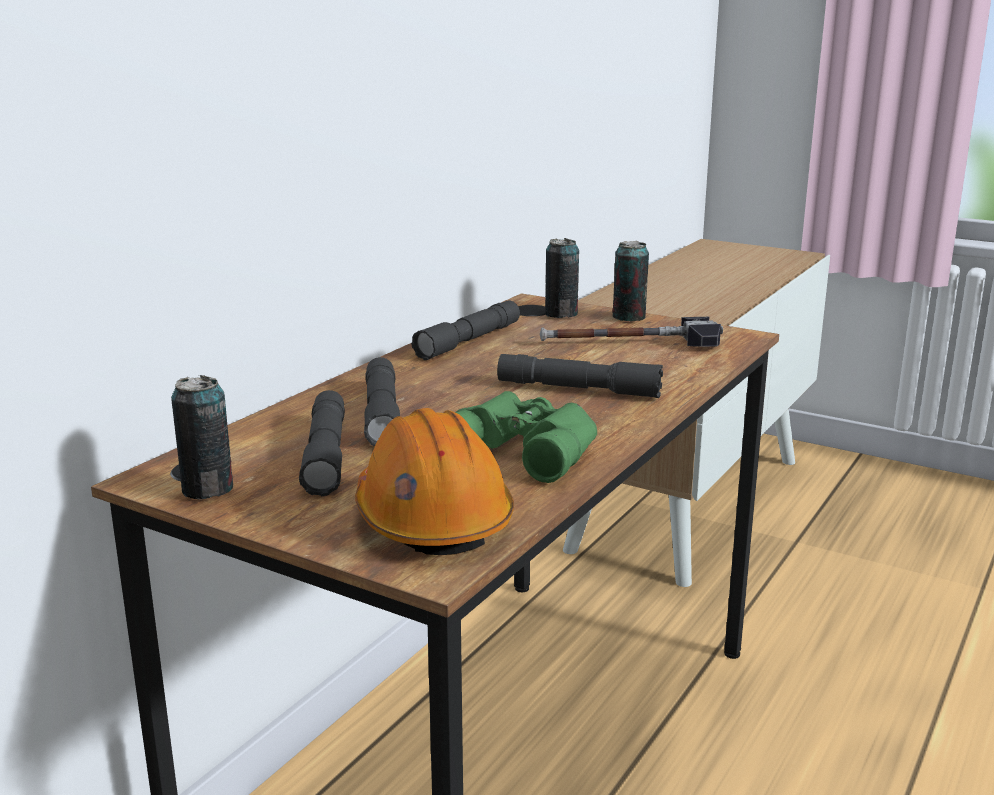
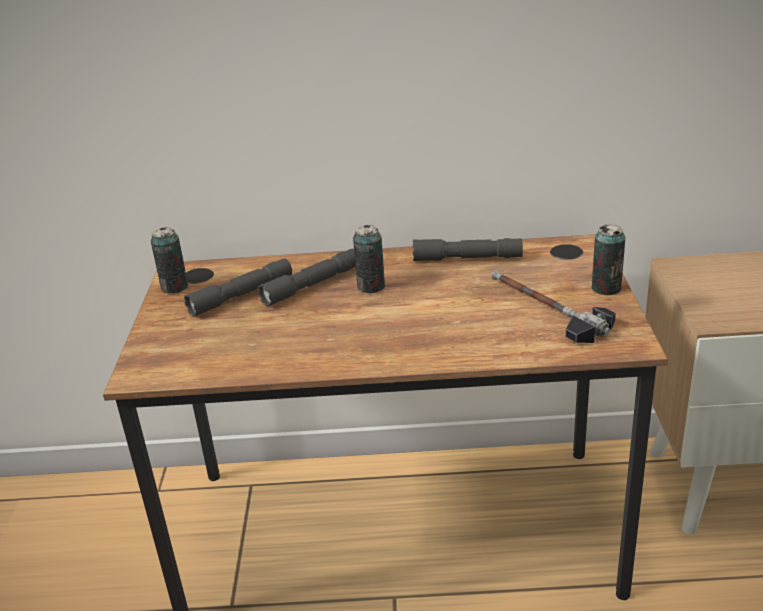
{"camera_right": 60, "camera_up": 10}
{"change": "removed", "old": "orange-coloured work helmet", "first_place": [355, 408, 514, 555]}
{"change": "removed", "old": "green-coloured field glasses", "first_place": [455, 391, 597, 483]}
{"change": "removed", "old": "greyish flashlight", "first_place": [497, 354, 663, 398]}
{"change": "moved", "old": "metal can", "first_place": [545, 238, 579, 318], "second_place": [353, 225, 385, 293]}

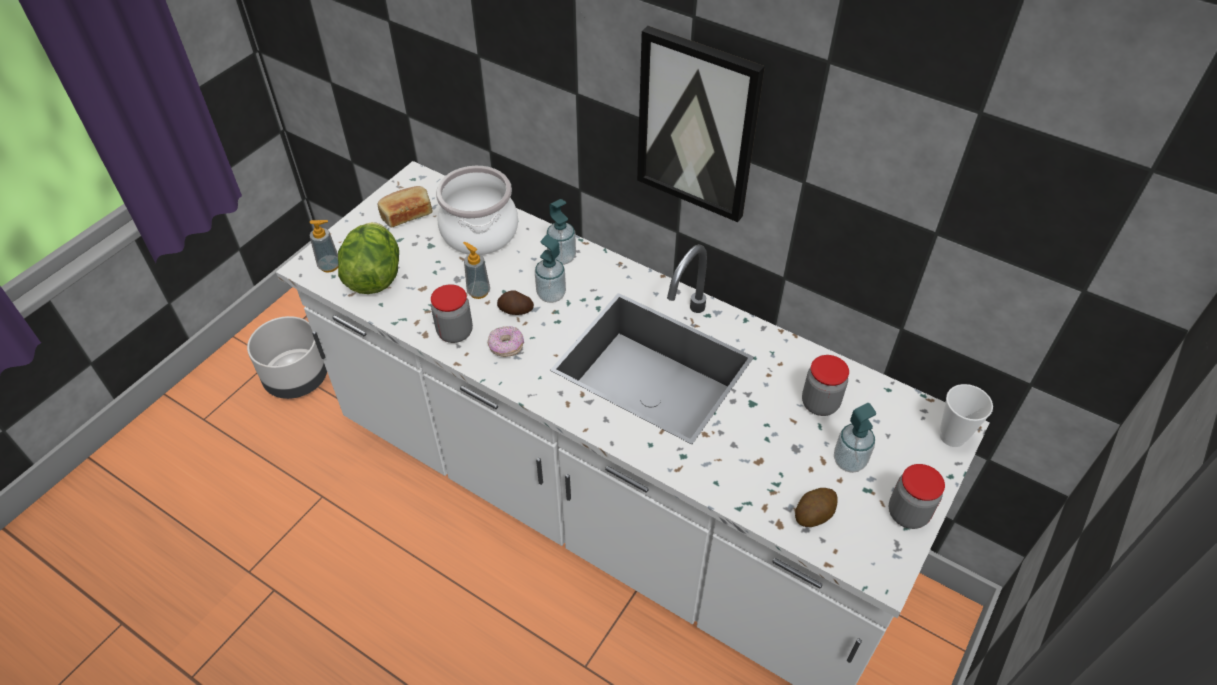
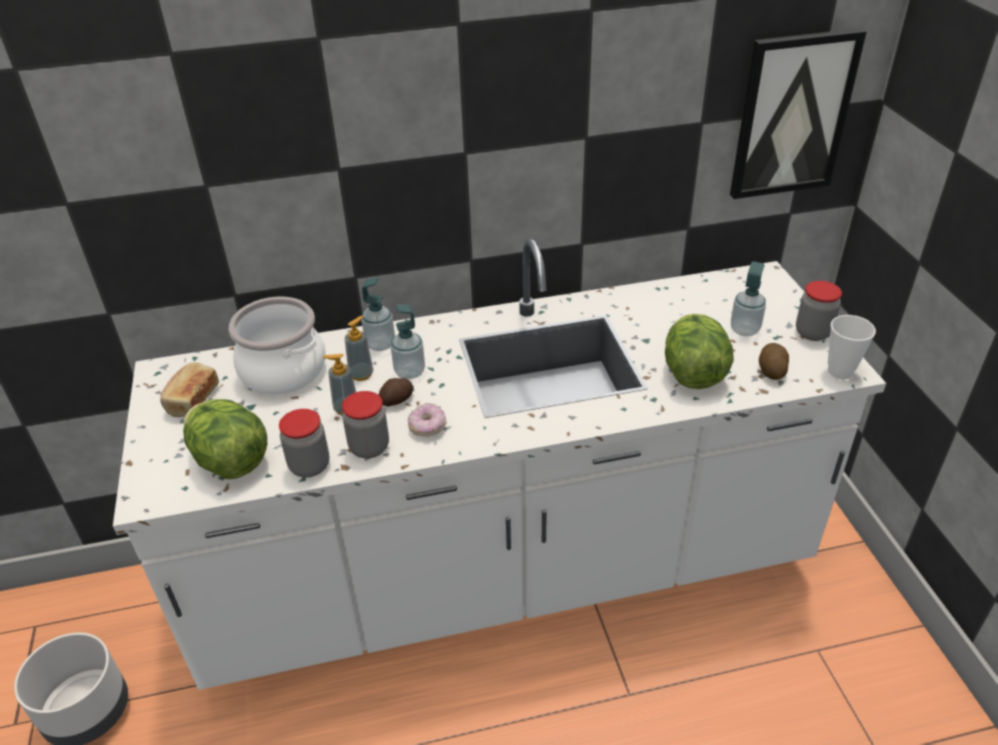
{"camera_right": -45, "camera_up": -10}
{"change": "moved", "old": "soap bottle", "first_place": [309, 220, 338, 273], "second_place": [345, 316, 374, 381]}
{"change": "moved", "old": "picture", "first_place": [637, 26, 765, 222], "second_place": [730, 28, 867, 199]}
{"change": "moved", "old": "jar", "first_place": [802, 355, 849, 416], "second_place": [279, 409, 330, 478]}
{"change": "moved", "old": "cup", "first_place": [940, 384, 993, 447], "second_place": [828, 315, 876, 380]}
{"change": "added", "new": "head of lettuce", "second_place": [665, 314, 734, 389]}

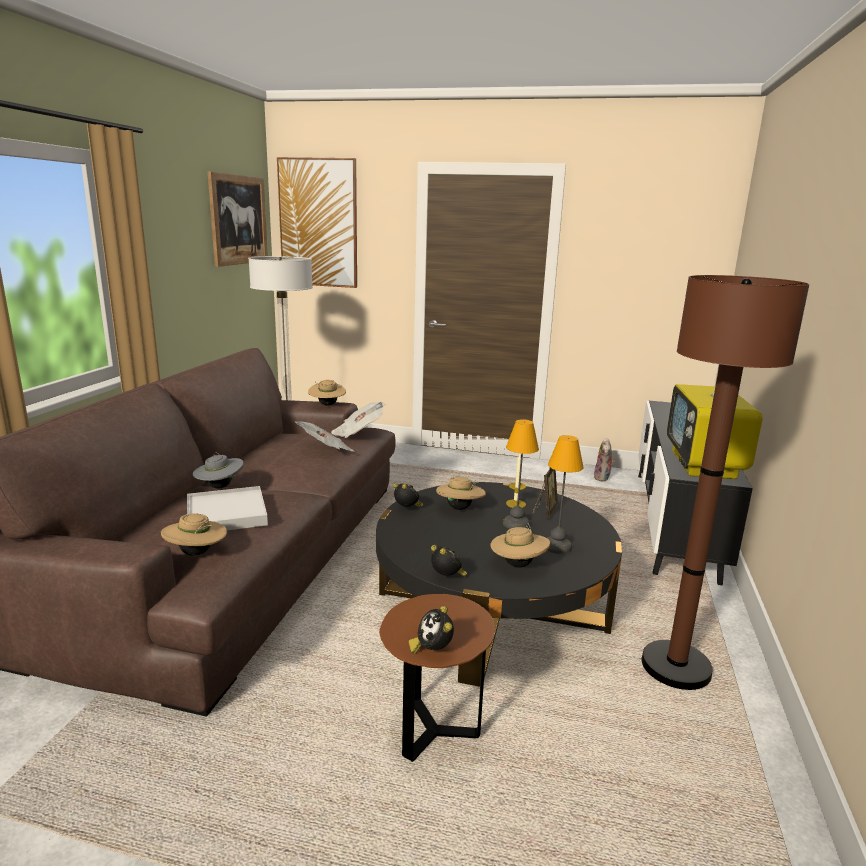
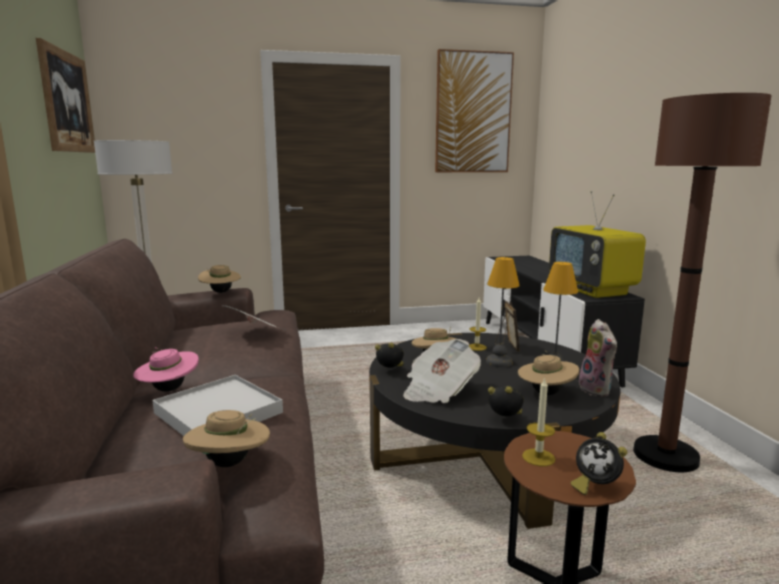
{"camera_right": -25, "camera_up": -5}
{"change": "recoloured", "old": "greyish hat", "new": "pink hat", "first_place": [193, 452, 244, 488], "second_place": [133, 347, 199, 392]}
{"change": "moved", "old": "picture", "first_place": [277, 157, 357, 288], "second_place": [435, 49, 514, 172]}
{"change": "moved", "old": "daily paper", "first_place": [331, 402, 385, 438], "second_place": [403, 339, 481, 403]}
{"change": "moved", "old": "plush toy", "first_place": [593, 438, 615, 482], "second_place": [579, 319, 617, 397]}
{"change": "added", "new": "wax candle", "second_place": [522, 377, 555, 466]}

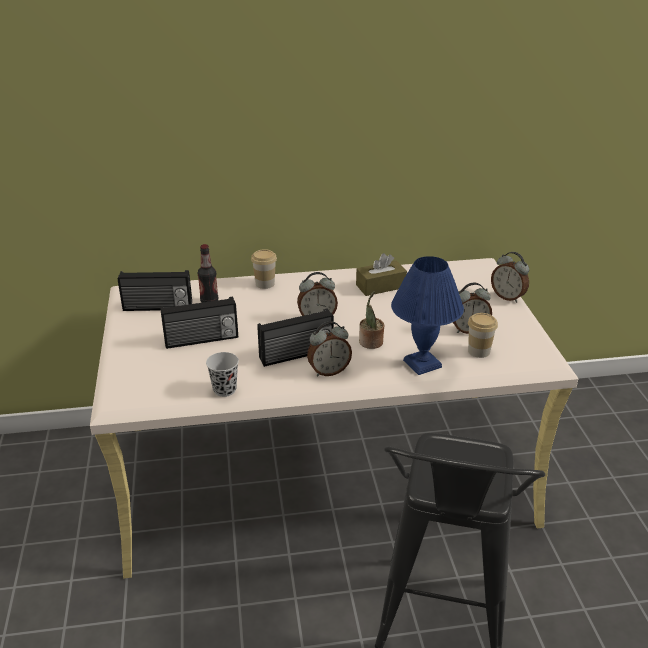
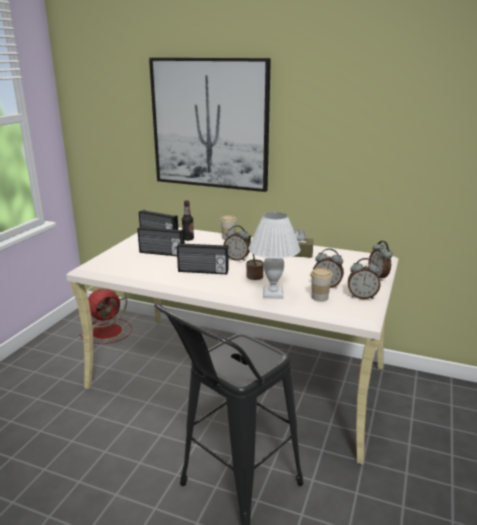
{"camera_right": 30, "camera_up": -10}
{"change": "removed", "old": "black-coloured cup", "first_place": [206, 352, 239, 397]}
{"change": "moved", "old": "table clock", "first_place": [307, 321, 352, 376], "second_place": [348, 258, 381, 299]}
{"change": "recoloured", "old": "blue lamp for a table", "new": "white lamp for a table", "first_place": [391, 256, 464, 375], "second_place": [249, 212, 300, 299]}
{"change": "added", "new": "red electric fan", "second_place": [79, 286, 132, 344]}
{"change": "added", "new": "picture", "second_place": [149, 58, 271, 192]}

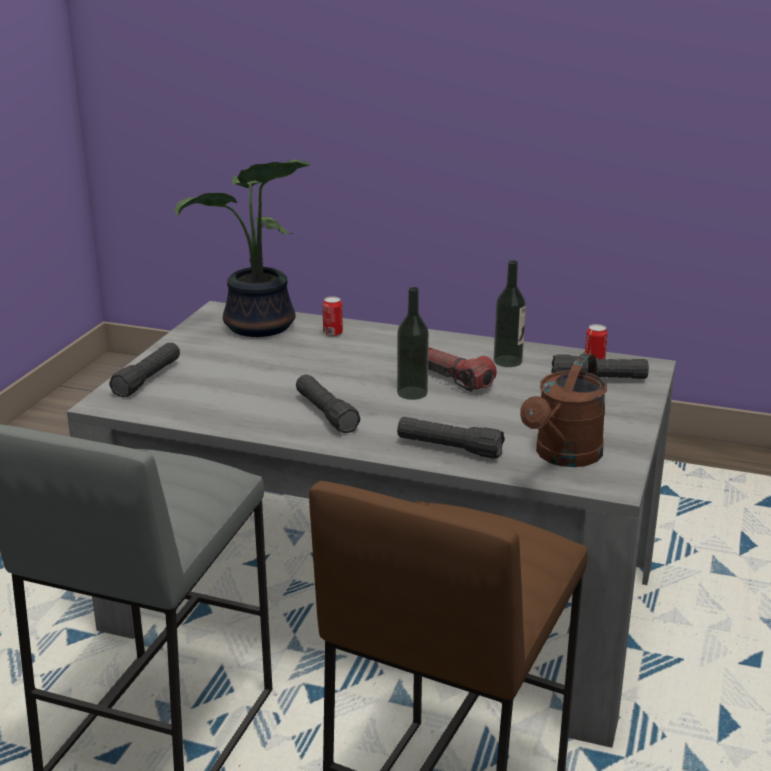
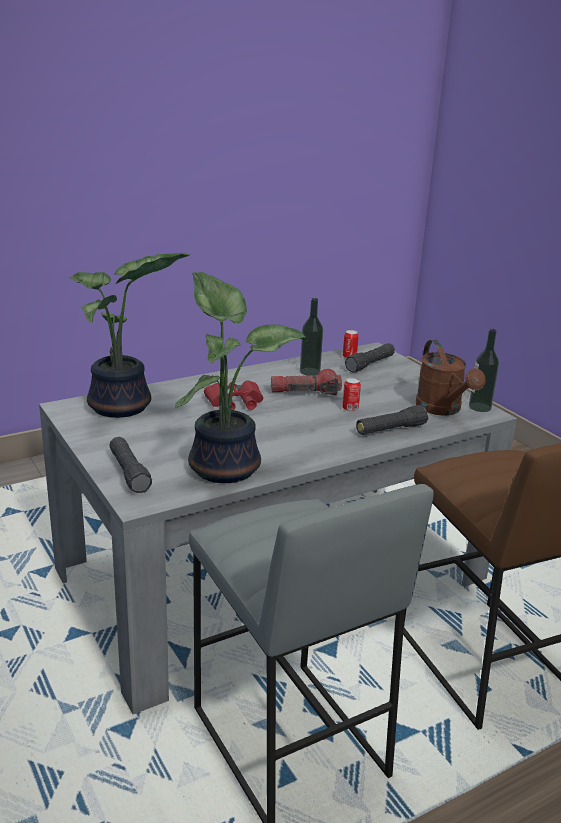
{"camera_right": -50, "camera_up": 0}
{"change": "removed", "old": "black-coloured flashlight", "first_place": [296, 374, 360, 433]}
{"change": "moved", "old": "metal can", "first_place": [323, 296, 343, 337], "second_place": [342, 378, 361, 411]}
{"change": "moved", "old": "beverage bottle", "first_place": [397, 287, 429, 400], "second_place": [469, 329, 499, 412]}
{"change": "added", "new": "potted plant", "second_place": [175, 272, 309, 483]}
{"change": "added", "new": "red field glasses", "second_place": [204, 380, 263, 410]}

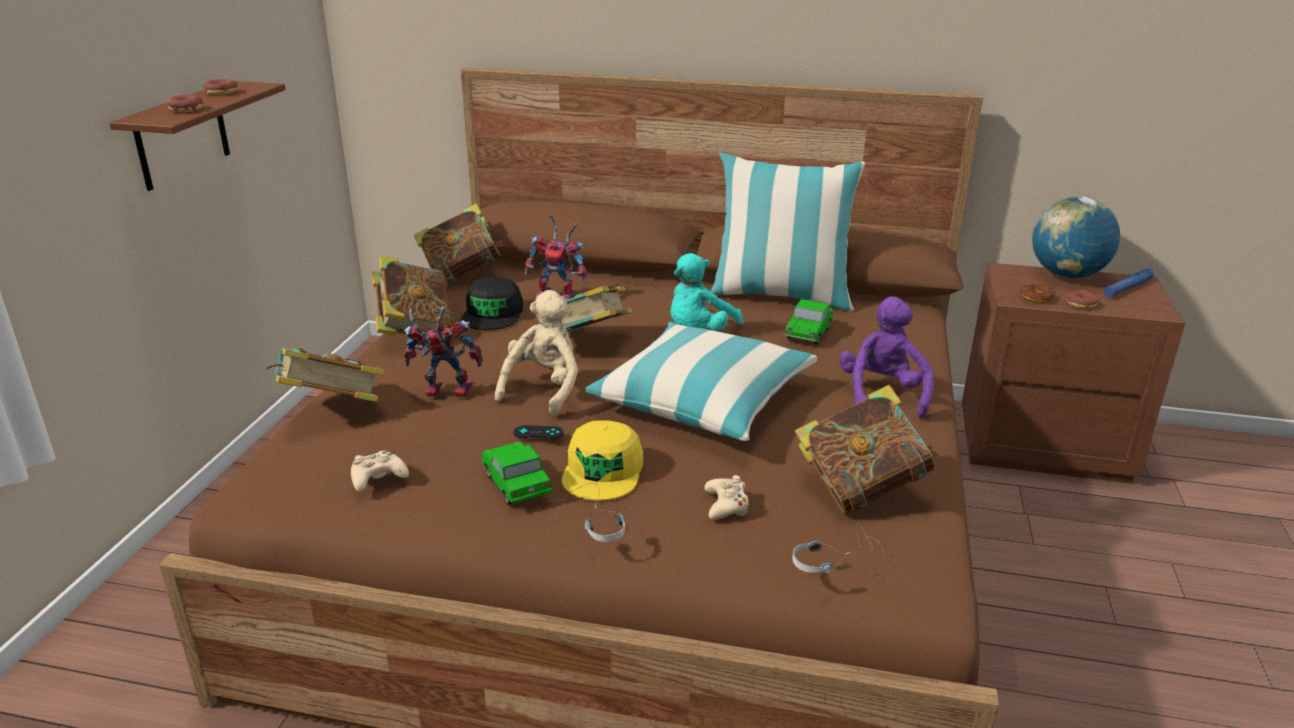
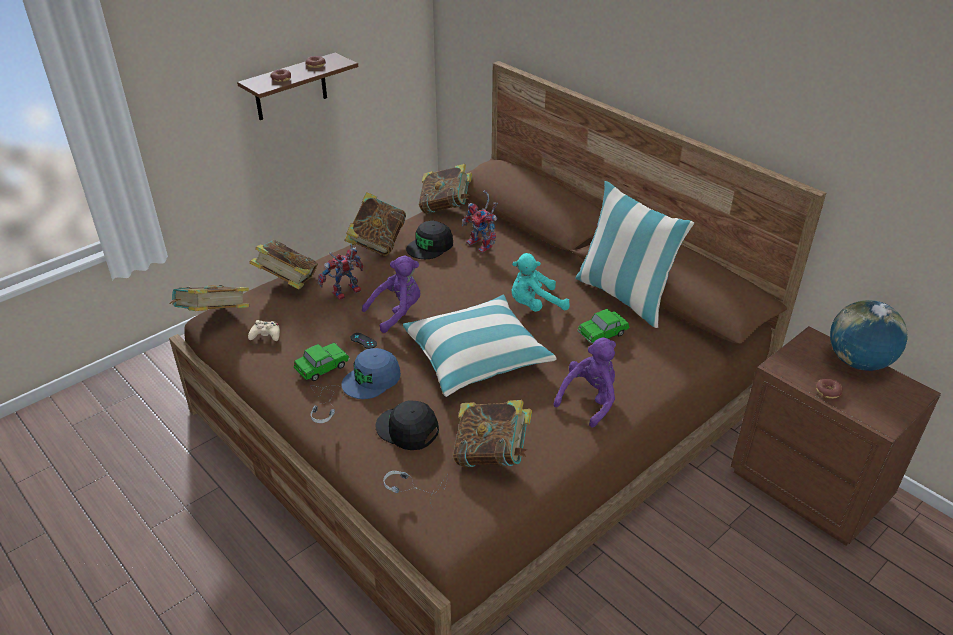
{"camera_right": 35, "camera_up": 10}
{"change": "turned", "old": "model robot", "first_place": [404, 307, 483, 397], "second_place": [318, 243, 363, 300], "degrees": -75}
{"change": "turned", "old": "model car", "first_place": [482, 442, 552, 505], "second_place": [294, 343, 349, 381], "degrees": 45}
{"change": "recoloured", "old": "beige plush toy", "new": "purplish plush toy", "first_place": [495, 290, 578, 415], "second_place": [362, 255, 421, 333]}
{"change": "moved", "old": "bound book", "first_place": [539, 286, 632, 332], "second_place": [169, 285, 249, 311]}
{"change": "recoloured", "old": "yellow-coloured peaked cap", "new": "blue peaked cap", "first_place": [562, 420, 643, 501], "second_place": [341, 348, 401, 399]}
{"change": "replaced", "old": "beige gamepad", "new": "black-coloured peaked cap", "first_place": [704, 475, 749, 520], "second_place": [375, 401, 439, 450]}
{"change": "removed", "old": "doughnut", "first_place": [1020, 284, 1055, 303]}
{"change": "removed", "old": "blue flashlight", "first_place": [1103, 268, 1154, 298]}

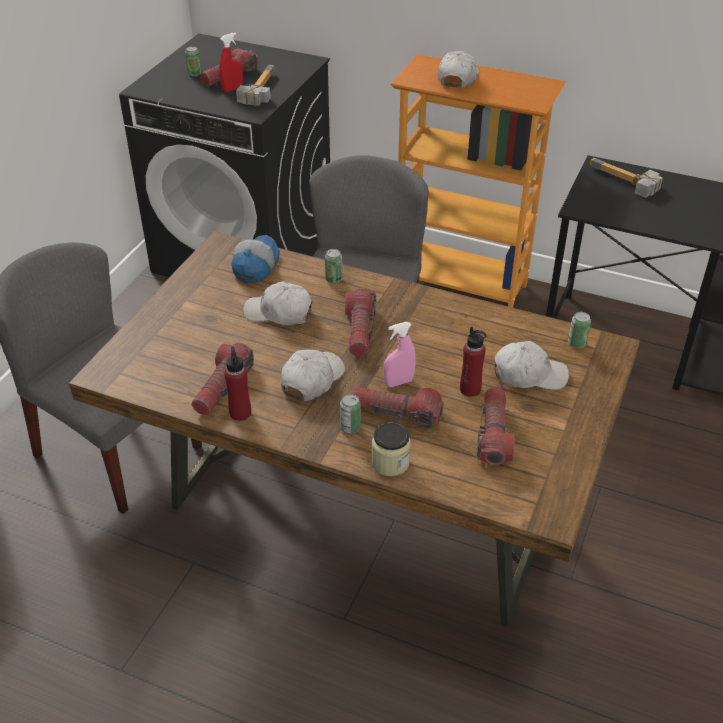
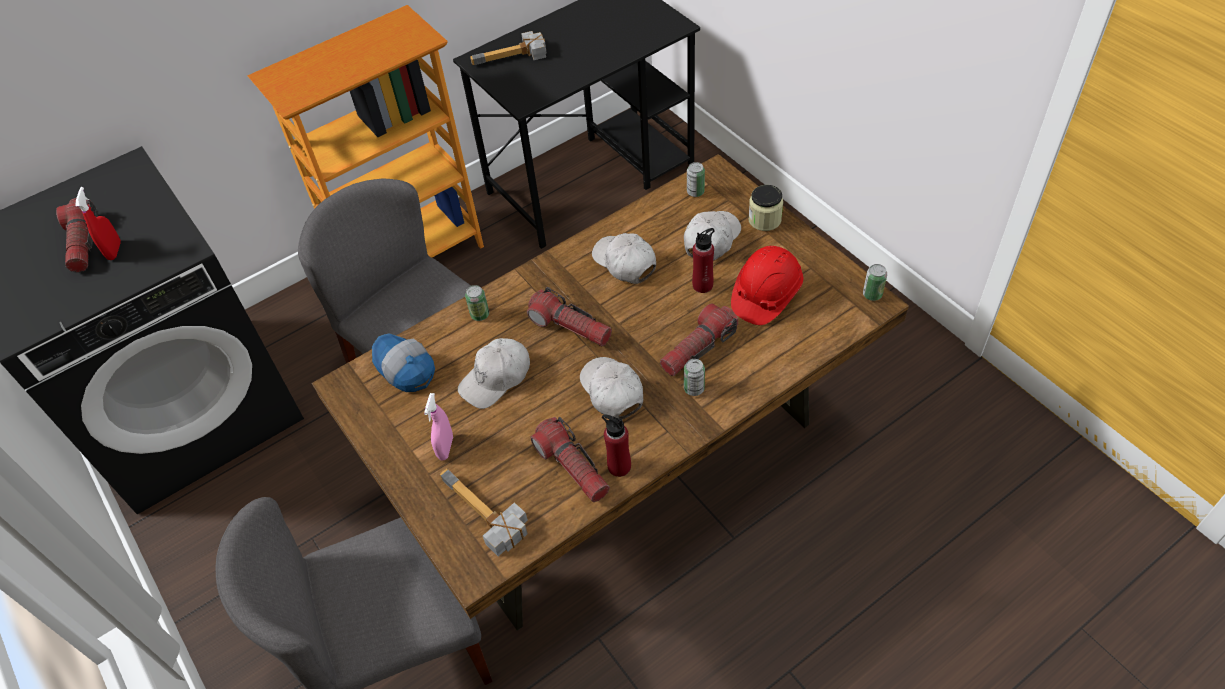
{"camera_right": -55, "camera_up": 10}
{"change": "moved", "old": "metal can", "first_place": [185, 46, 202, 76], "second_place": [863, 264, 887, 301]}
{"change": "moved", "old": "hand hammer", "first_place": [236, 65, 275, 106], "second_place": [440, 469, 528, 556]}
{"change": "moved", "old": "jar", "first_place": [371, 423, 411, 476], "second_place": [748, 185, 783, 231]}
{"change": "moved", "old": "pink spray bottle", "first_place": [383, 322, 416, 387], "second_place": [424, 393, 453, 461]}
{"change": "moved", "old": "white peaked cap", "first_place": [438, 51, 479, 88], "second_place": [592, 233, 656, 284]}
{"change": "replaced", "old": "flashlight", "new": "red work helmet", "first_place": [477, 387, 515, 465], "second_place": [731, 246, 803, 325]}

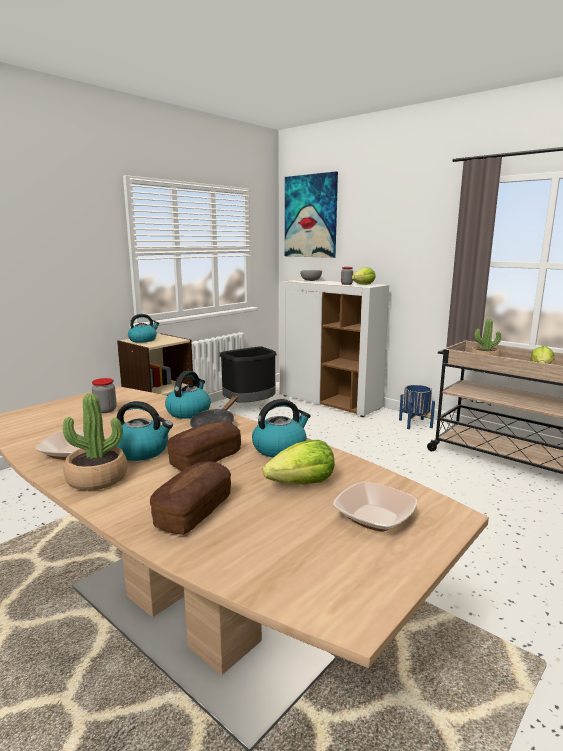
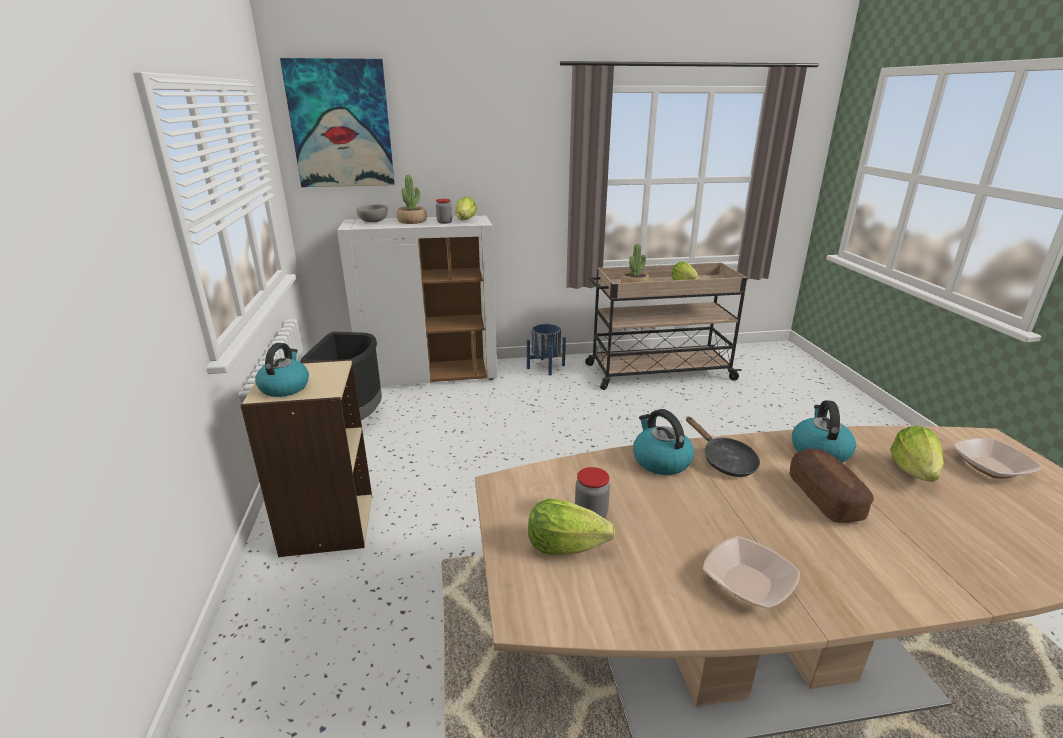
{"camera_right": -50, "camera_up": 10}
{"change": "moved", "old": "potted plant", "first_place": [63, 393, 127, 490], "second_place": [397, 175, 427, 224]}
{"change": "removed", "old": "kettle", "first_place": [116, 401, 173, 461]}
{"change": "removed", "old": "bread", "first_place": [150, 461, 231, 535]}
{"change": "added", "new": "head of lettuce", "second_place": [528, 499, 615, 555]}

